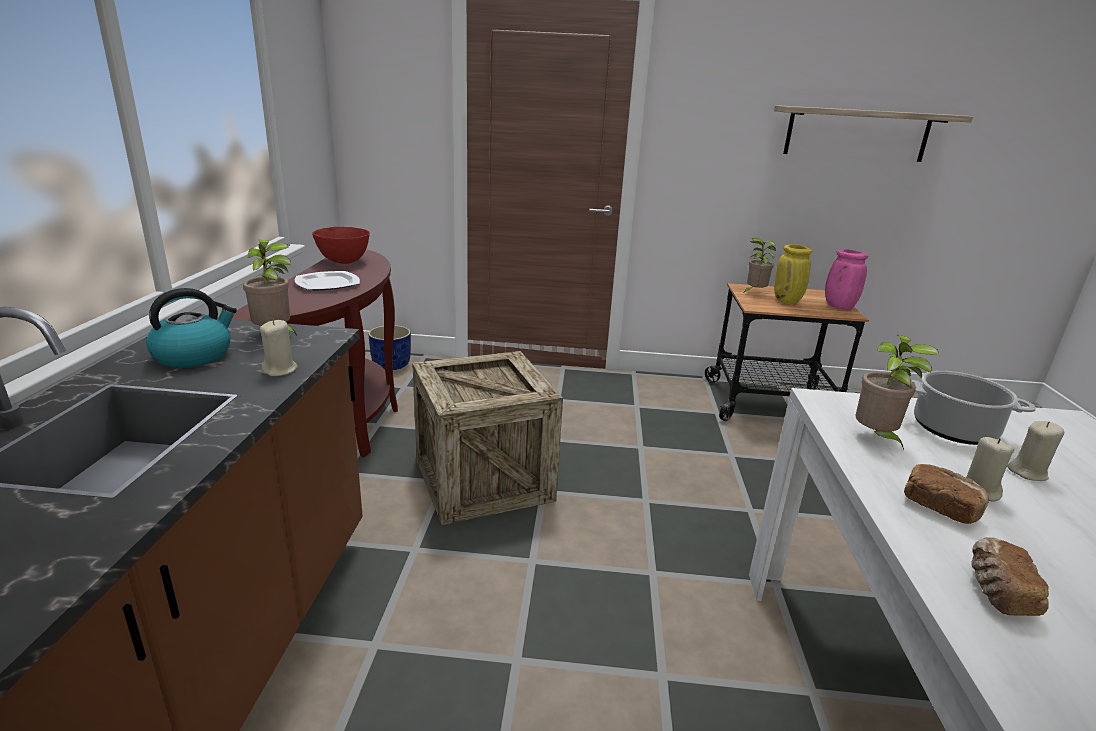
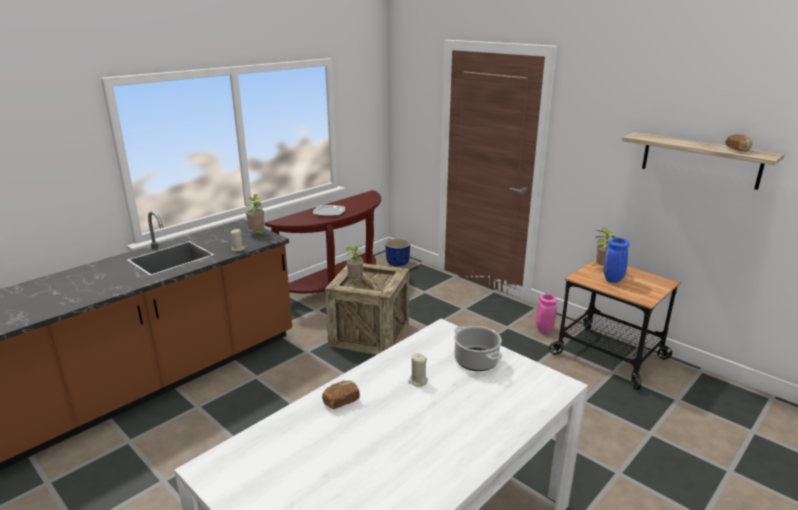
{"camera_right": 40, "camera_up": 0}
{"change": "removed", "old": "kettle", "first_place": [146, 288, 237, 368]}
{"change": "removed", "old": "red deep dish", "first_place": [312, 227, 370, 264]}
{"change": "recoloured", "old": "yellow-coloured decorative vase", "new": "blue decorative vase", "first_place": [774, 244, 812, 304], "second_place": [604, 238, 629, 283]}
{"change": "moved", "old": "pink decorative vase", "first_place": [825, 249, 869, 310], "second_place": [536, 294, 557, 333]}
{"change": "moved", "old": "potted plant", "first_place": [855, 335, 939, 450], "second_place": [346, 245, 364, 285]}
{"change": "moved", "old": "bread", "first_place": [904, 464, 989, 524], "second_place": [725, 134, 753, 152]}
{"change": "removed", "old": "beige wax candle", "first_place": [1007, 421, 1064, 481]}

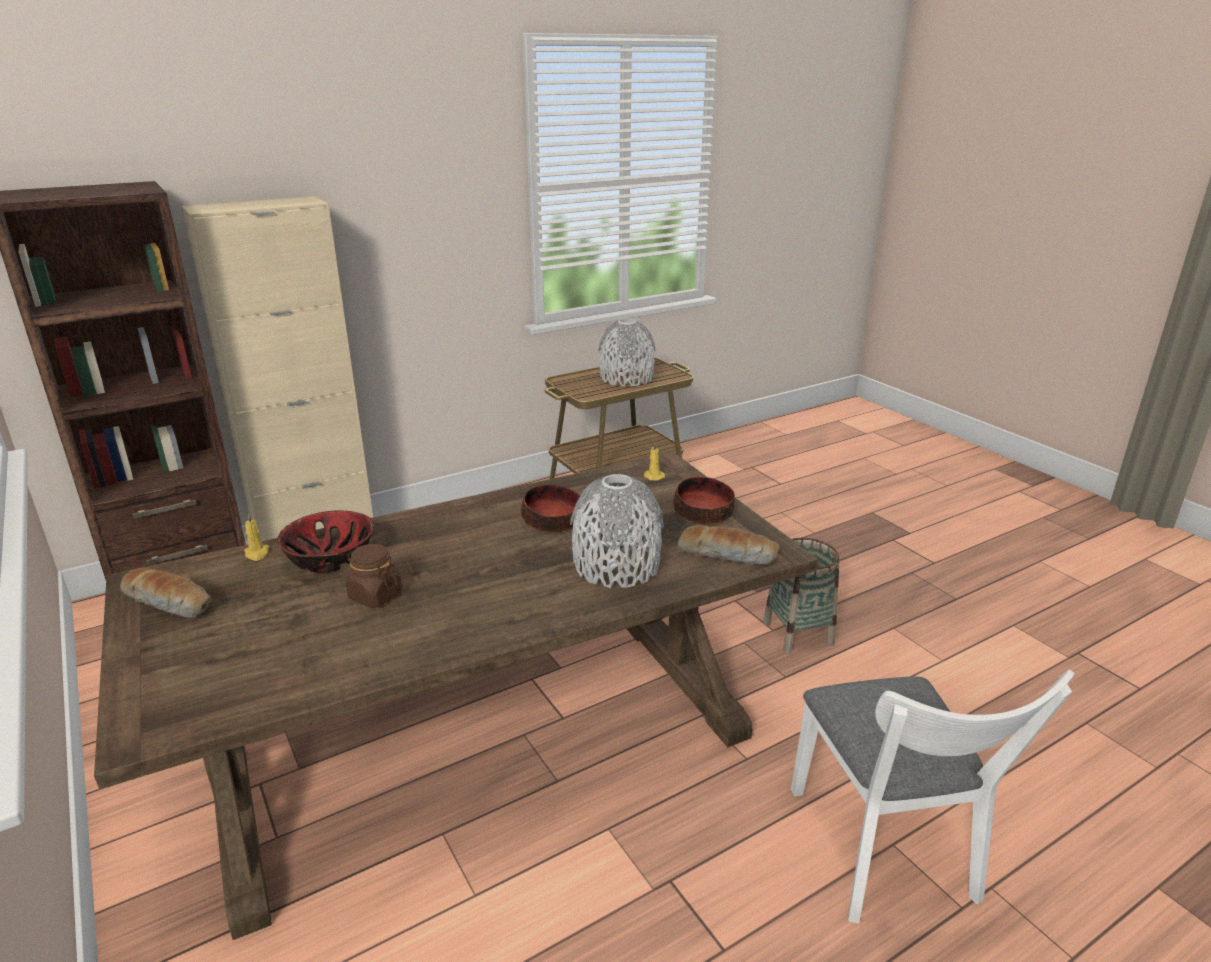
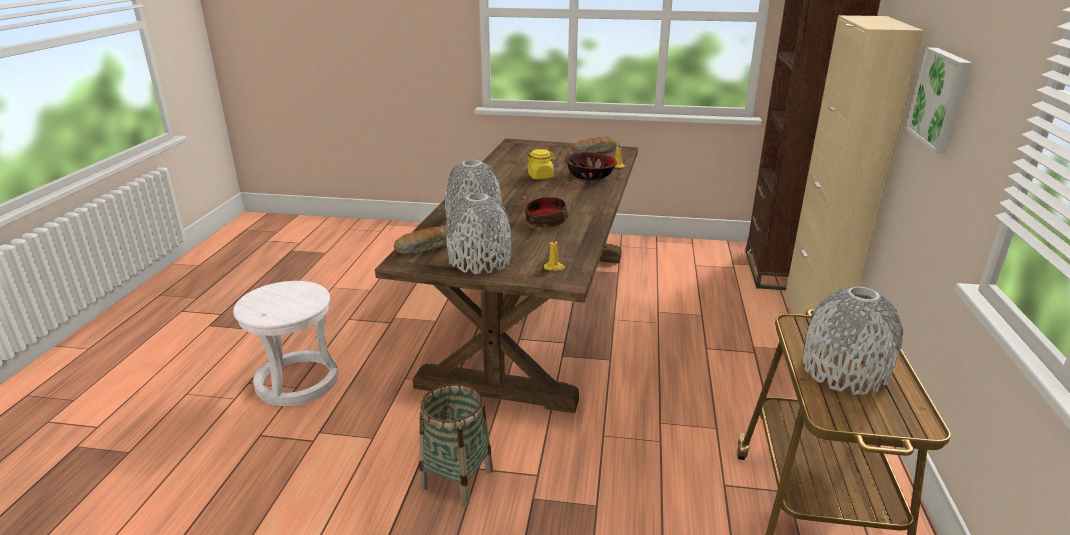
{"camera_right": 130, "camera_up": 0}
{"change": "recoloured", "old": "brown jar", "new": "yellow-coloured jar", "first_place": [346, 544, 402, 608], "second_place": [527, 149, 555, 179]}
{"change": "replaced", "old": "deep dish", "new": "greyish decorative vase", "first_place": [673, 477, 735, 524], "second_place": [446, 193, 511, 274]}
{"change": "replaced", "old": "white upright chair", "new": "white stool seat", "first_place": [791, 669, 1075, 924], "second_place": [233, 281, 338, 406]}
{"change": "added", "new": "picture", "second_place": [906, 48, 972, 154]}

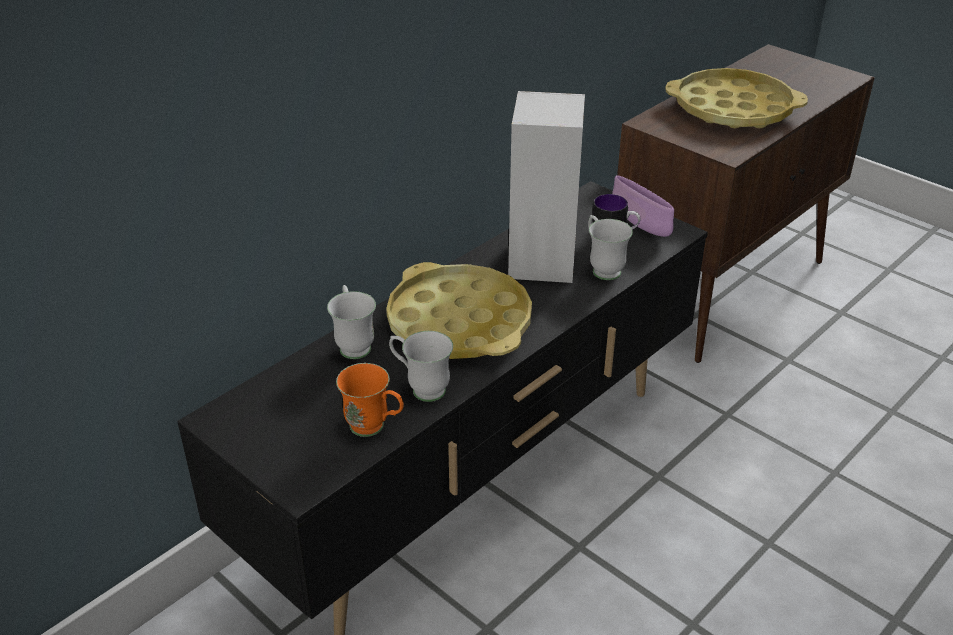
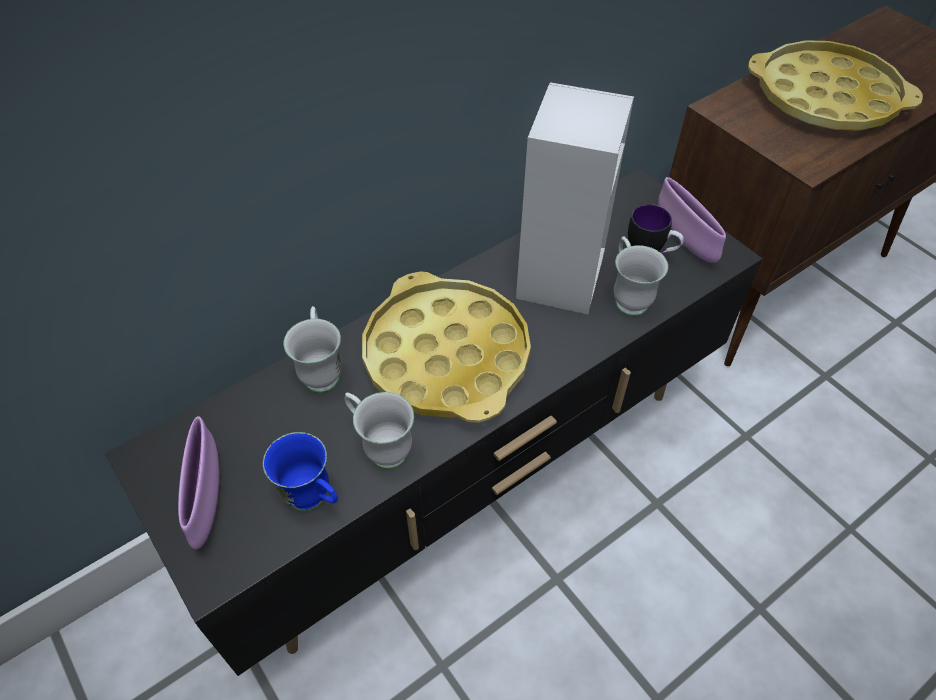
{"camera_right": 10, "camera_up": 15}
{"change": "recoloured", "old": "orange-coloured tea mug", "new": "blue tea mug", "first_place": [336, 363, 404, 437], "second_place": [263, 432, 338, 512]}
{"change": "added", "new": "purplish deep dish", "second_place": [178, 416, 219, 550]}

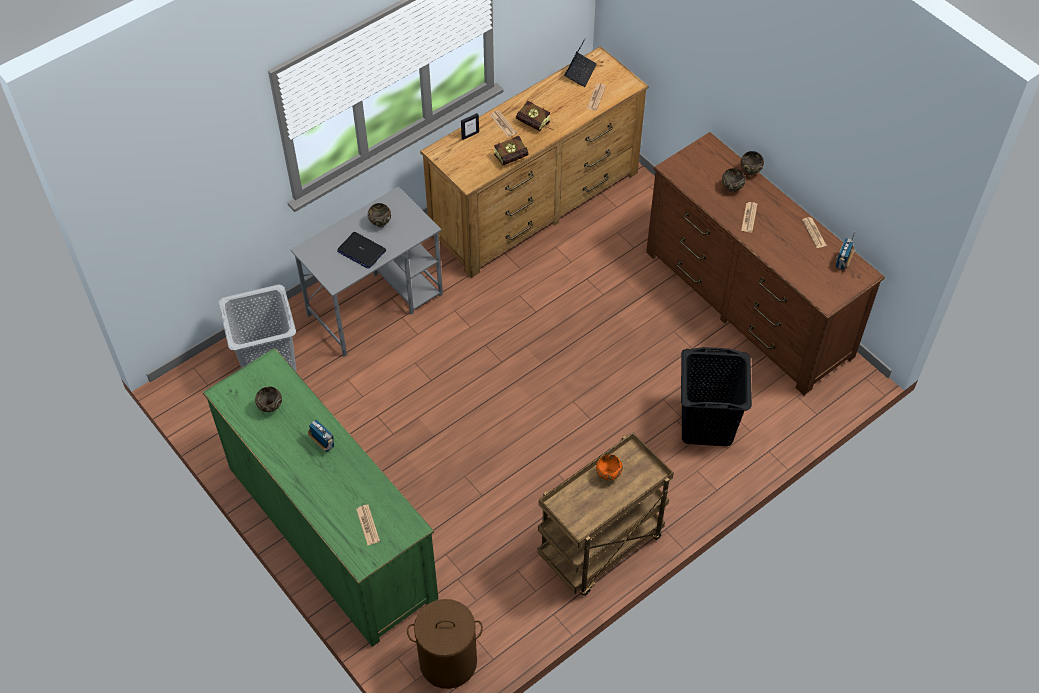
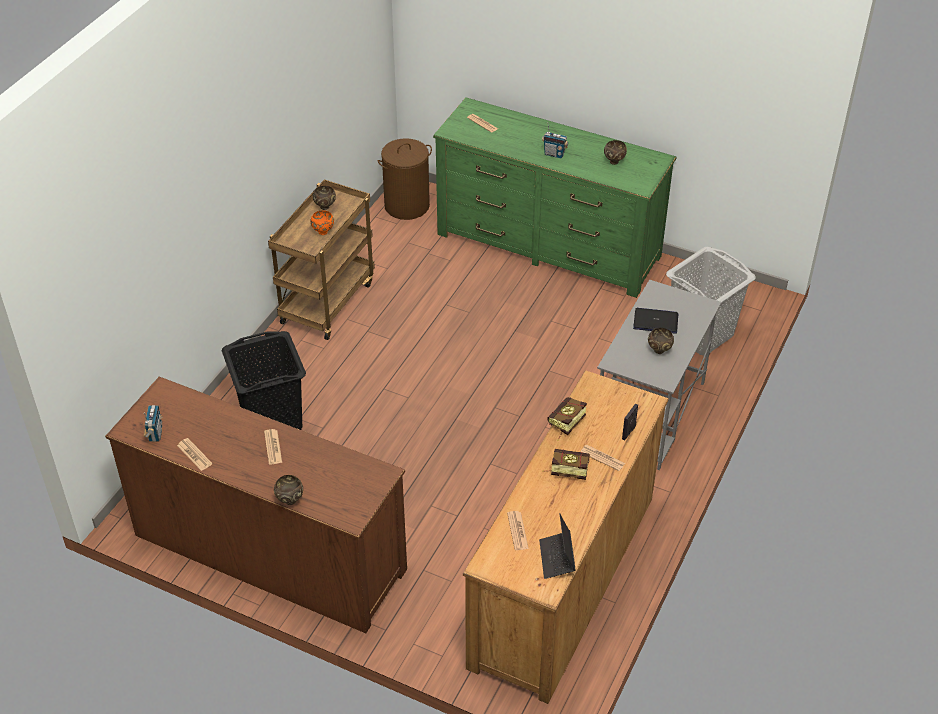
{"camera_right": 155, "camera_up": -10}
{"change": "moved", "old": "brown deep dish", "first_place": [722, 168, 746, 192], "second_place": [313, 186, 336, 210]}

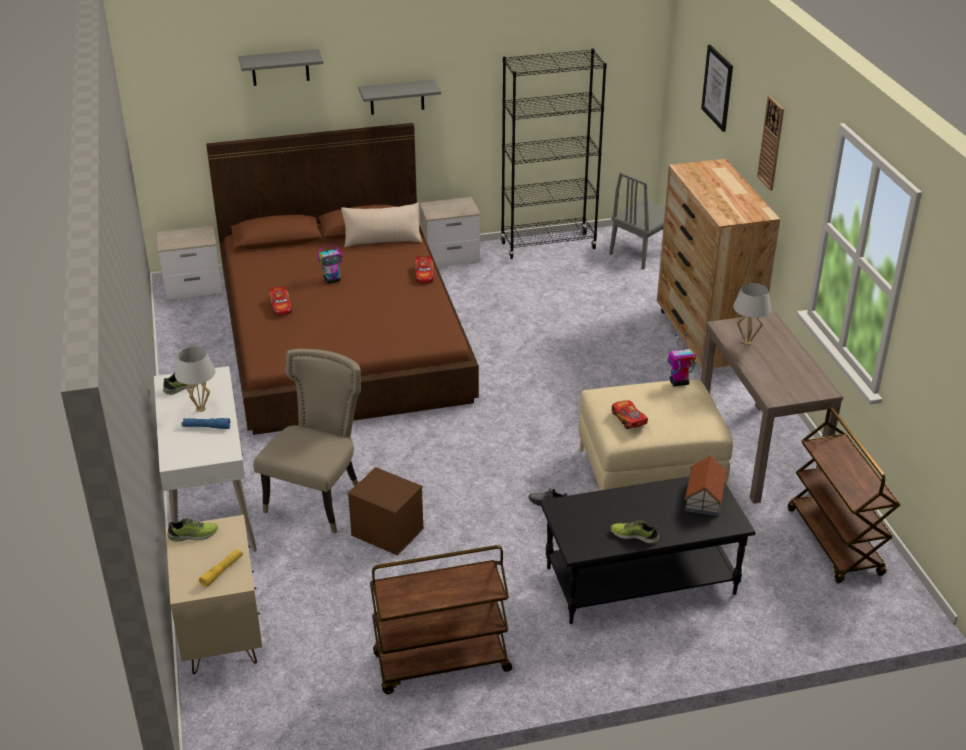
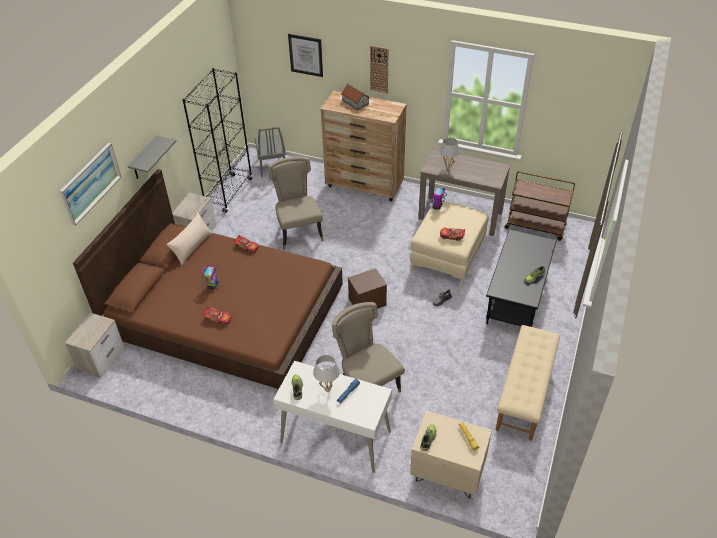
{"camera_right": -55, "camera_up": 10}
{"change": "replaced", "old": "greyish bracket shelf", "new": "picture", "first_place": [238, 49, 324, 86], "second_place": [60, 143, 121, 226]}
{"change": "moved", "old": "brown storage container", "first_place": [348, 467, 424, 556], "second_place": [348, 268, 387, 309]}
{"change": "replaced", "old": "brown trolley", "new": "beige indoor bench", "first_place": [370, 545, 512, 694], "second_place": [496, 325, 560, 441]}
{"change": "moved", "old": "toy house", "first_place": [684, 455, 727, 516], "second_place": [341, 84, 370, 110]}
{"change": "added", "new": "beige upright chair", "second_place": [268, 157, 324, 250]}

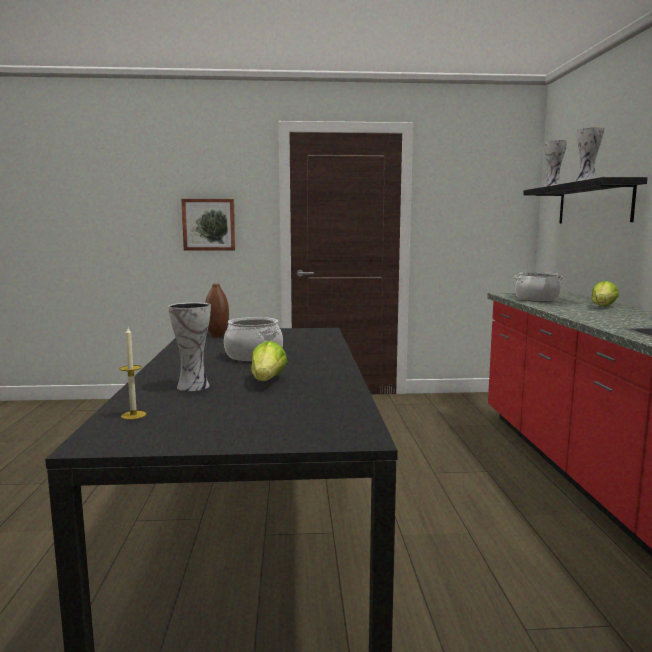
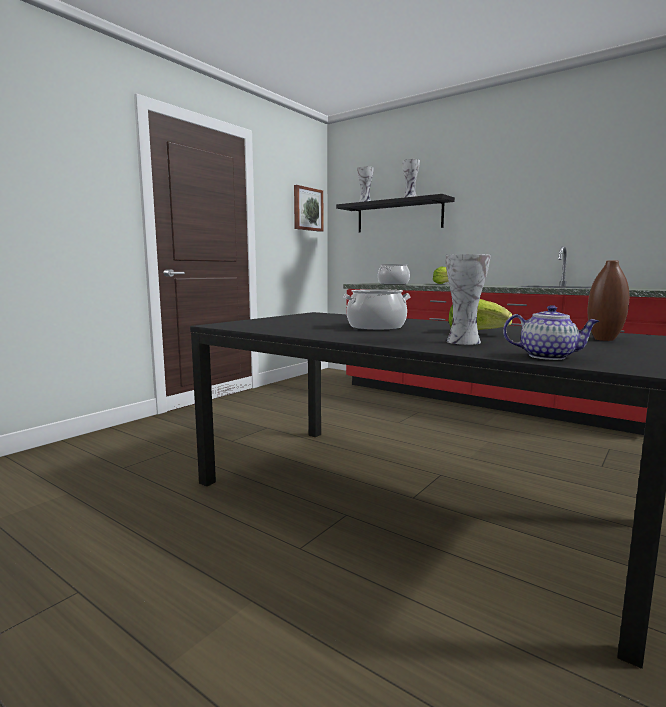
{"camera_right": -50, "camera_up": 0}
{"change": "replaced", "old": "wax candle", "new": "pot for tea", "first_place": [119, 327, 146, 420], "second_place": [503, 305, 600, 360]}
{"change": "moved", "old": "picture", "first_place": [181, 199, 235, 251], "second_place": [294, 185, 323, 232]}
{"change": "moved", "old": "brown decorative vase", "first_place": [205, 283, 229, 337], "second_place": [588, 260, 630, 341]}

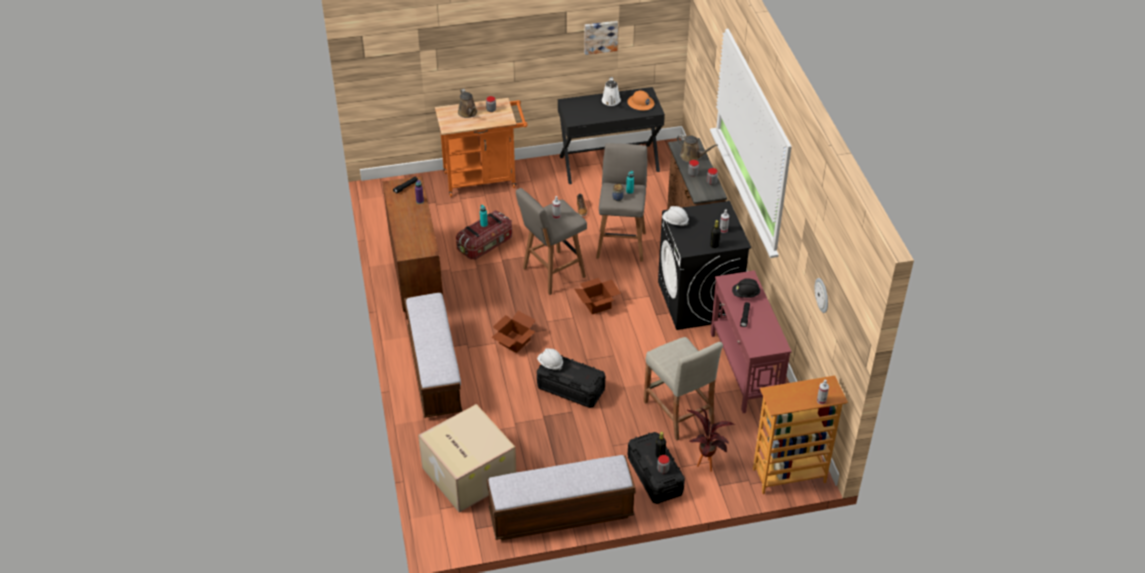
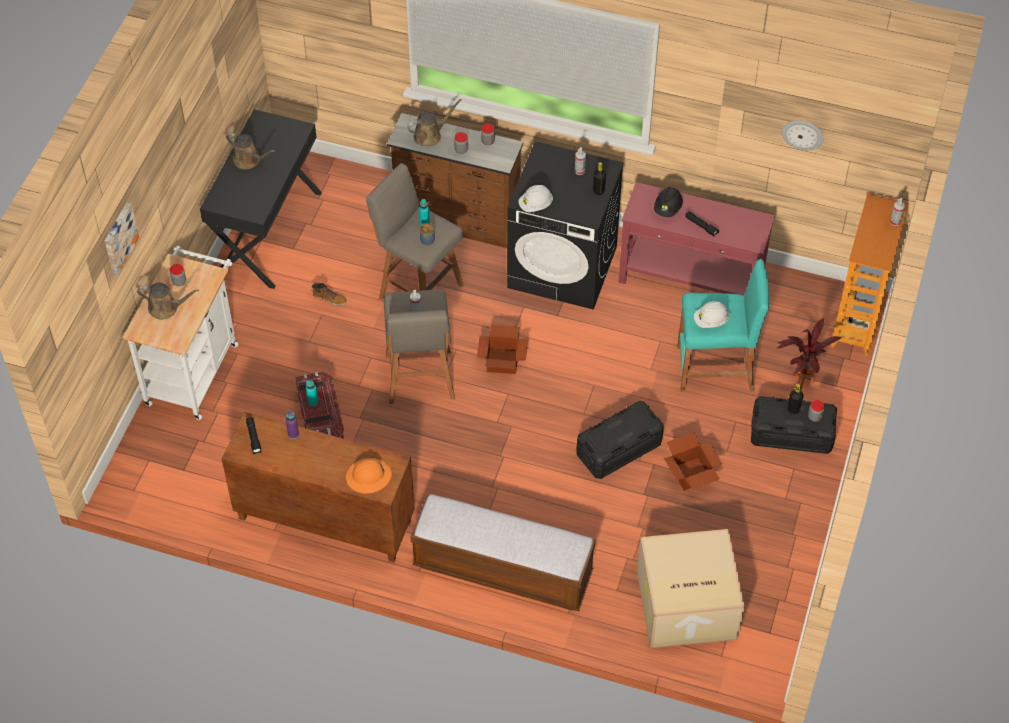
{"camera_right": -60, "camera_up": 10}
{"change": "recoloured", "old": "orange-coloured trolley", "new": "white trolley", "first_place": [435, 98, 528, 197], "second_place": [122, 246, 239, 420]}
{"change": "removed", "old": "indoor bench", "first_place": [487, 455, 636, 541]}
{"change": "moved", "old": "carton", "first_place": [491, 311, 536, 353], "second_place": [664, 432, 722, 491]}
{"change": "moved", "old": "white work helmet", "first_place": [537, 348, 563, 370], "second_place": [694, 301, 730, 328]}
{"change": "moved", "old": "picture", "first_place": [584, 21, 618, 55], "second_place": [105, 203, 139, 275]}
{"change": "recoloured", "old": "white watering can", "new": "brown watering can", "first_place": [602, 77, 621, 106], "second_place": [226, 132, 275, 169]}
{"change": "moved", "old": "orange-coloured work helmet", "first_place": [627, 90, 654, 110], "second_place": [346, 458, 392, 493]}
{"change": "recoloured", "old": "beige stool seat", "new": "turquoise stool seat", "first_place": [644, 337, 723, 440], "second_place": [677, 259, 769, 392]}

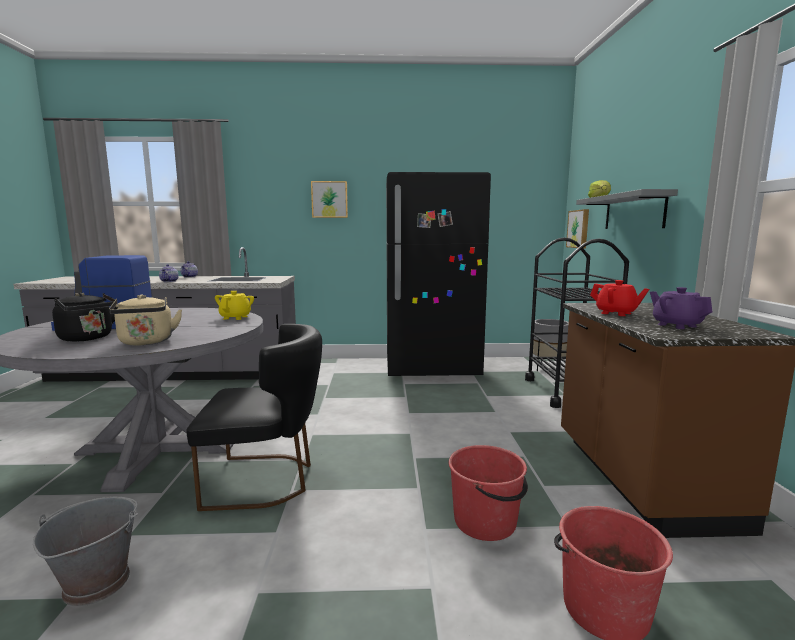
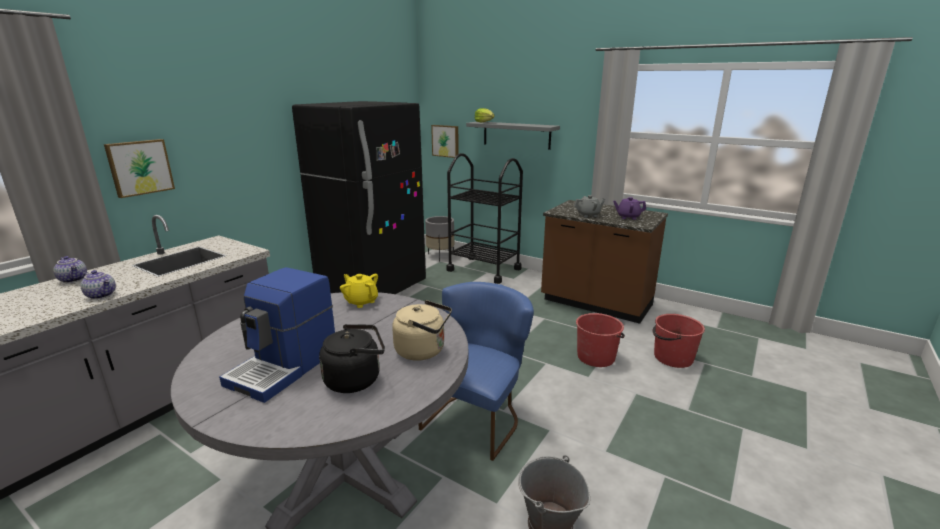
{"camera_right": -55, "camera_up": 10}
{"change": "recoloured", "old": "black-coloured upright chair", "new": "blue upright chair", "first_place": [186, 324, 322, 511], "second_place": [419, 282, 534, 461]}
{"change": "moved", "old": "picture", "first_place": [311, 181, 348, 218], "second_place": [104, 139, 175, 198]}
{"change": "recoloured", "old": "red pot for tea", "new": "greyish pot for tea", "first_place": [590, 280, 649, 316], "second_place": [574, 195, 605, 217]}

